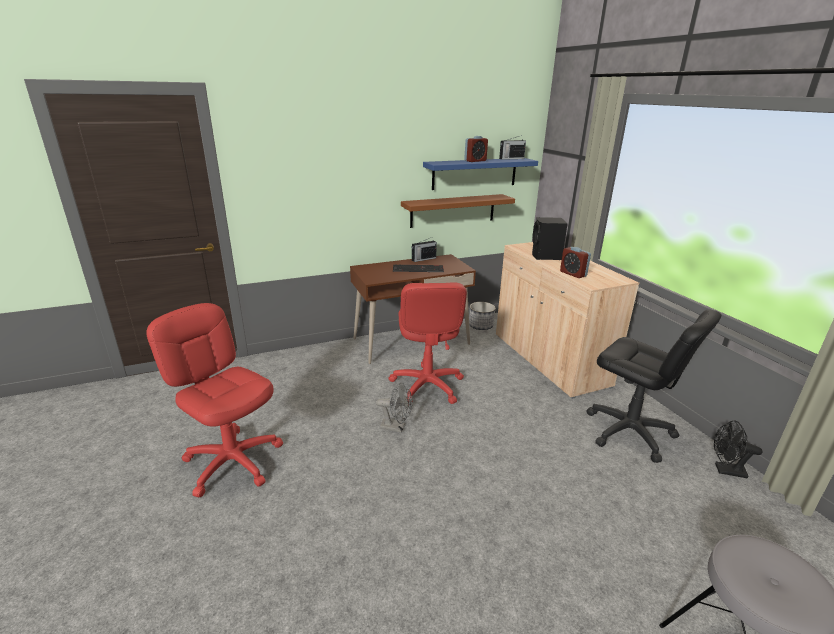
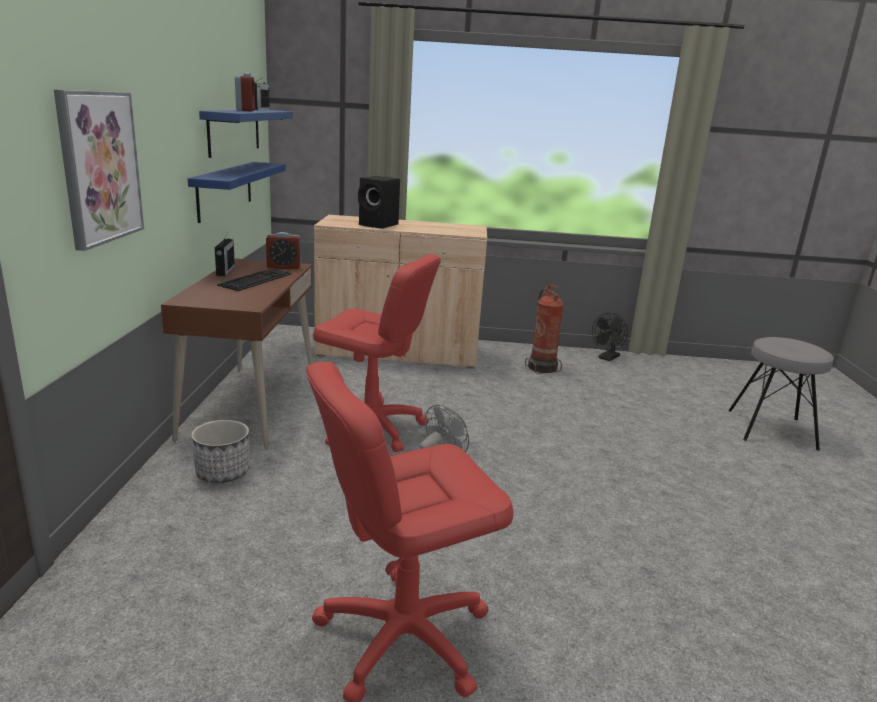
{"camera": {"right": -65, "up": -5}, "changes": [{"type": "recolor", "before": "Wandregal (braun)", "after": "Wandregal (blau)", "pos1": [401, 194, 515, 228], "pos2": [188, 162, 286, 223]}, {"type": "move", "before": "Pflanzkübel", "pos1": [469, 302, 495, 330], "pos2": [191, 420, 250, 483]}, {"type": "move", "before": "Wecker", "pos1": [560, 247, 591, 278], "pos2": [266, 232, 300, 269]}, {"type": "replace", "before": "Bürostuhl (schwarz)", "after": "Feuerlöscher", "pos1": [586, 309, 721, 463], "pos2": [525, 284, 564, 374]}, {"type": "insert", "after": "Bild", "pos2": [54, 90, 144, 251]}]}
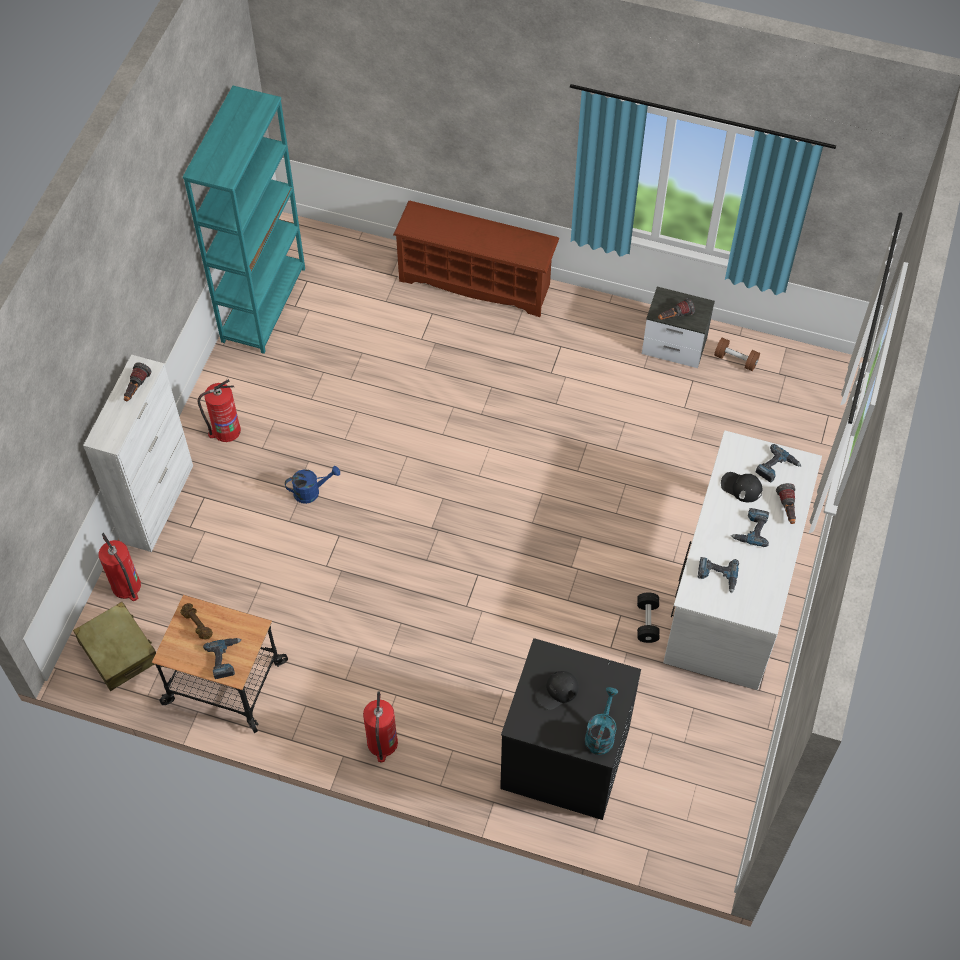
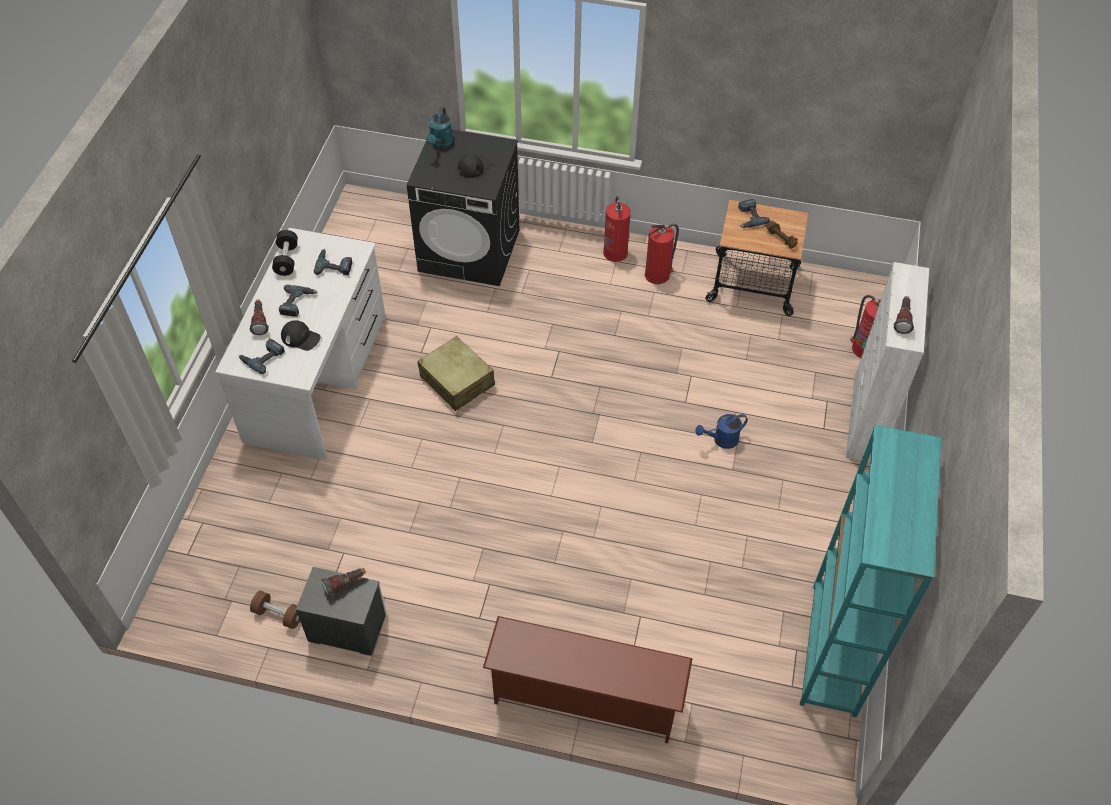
{"camera": {"right": 175, "up": -5}, "changes": [{"type": "move", "before": "Koffer (beige)", "pos1": [73, 602, 156, 691], "pos2": [417, 336, 495, 411]}, {"type": "move", "before": "Feuerlöscher", "pos1": [198, 379, 241, 442], "pos2": [645, 224, 679, 284]}, {"type": "move", "before": "Hantel (schwarz)", "pos1": [637, 593, 660, 643], "pos2": [272, 230, 298, 276]}]}
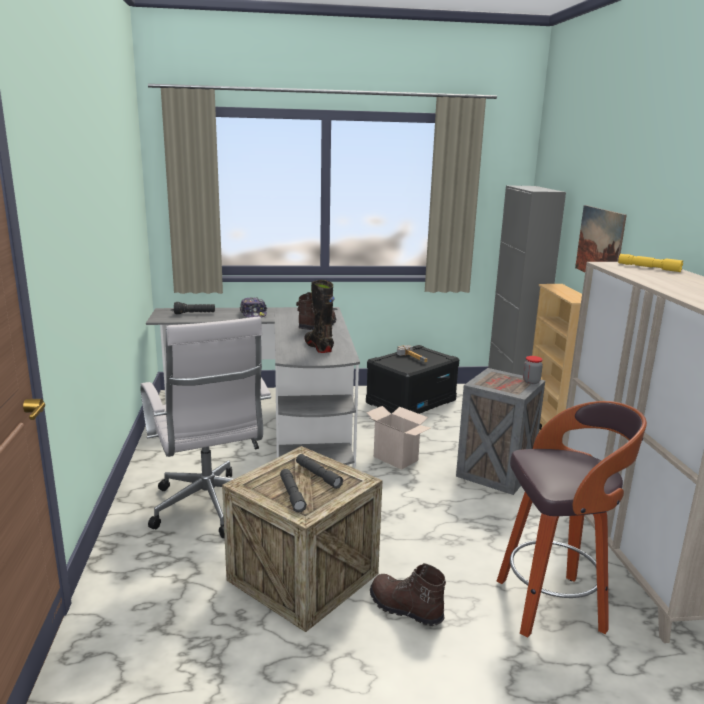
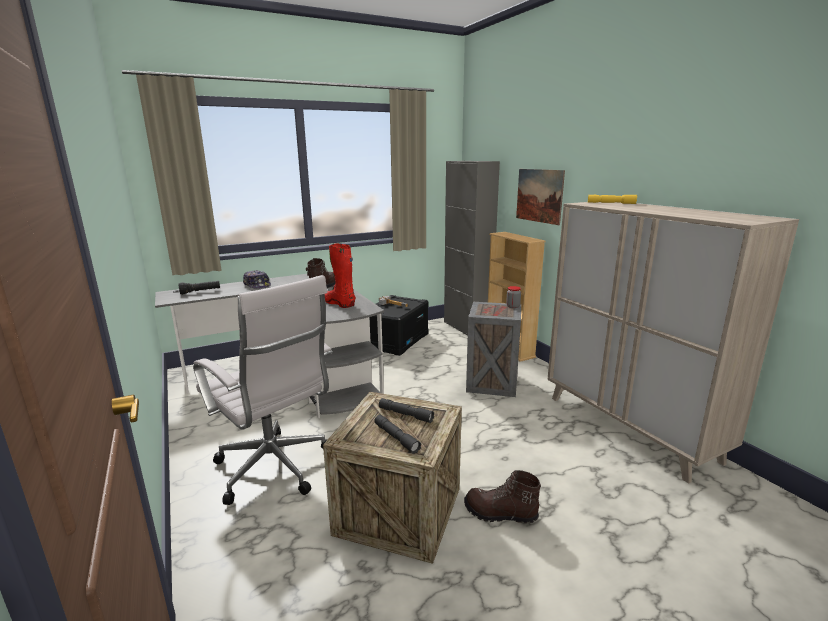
{"camera": {"right": -20, "up": 0}, "changes": [{"type": "recolor", "before": "Stiefel (schwarz)", "after": "Stiefel (rot)", "pos1": [304, 280, 335, 353], "pos2": [325, 243, 355, 308]}, {"type": "delete", "before": "Karton", "pos1": [366, 406, 431, 470]}, {"type": "delete", "before": "Hocker", "pos1": [497, 401, 647, 638]}]}
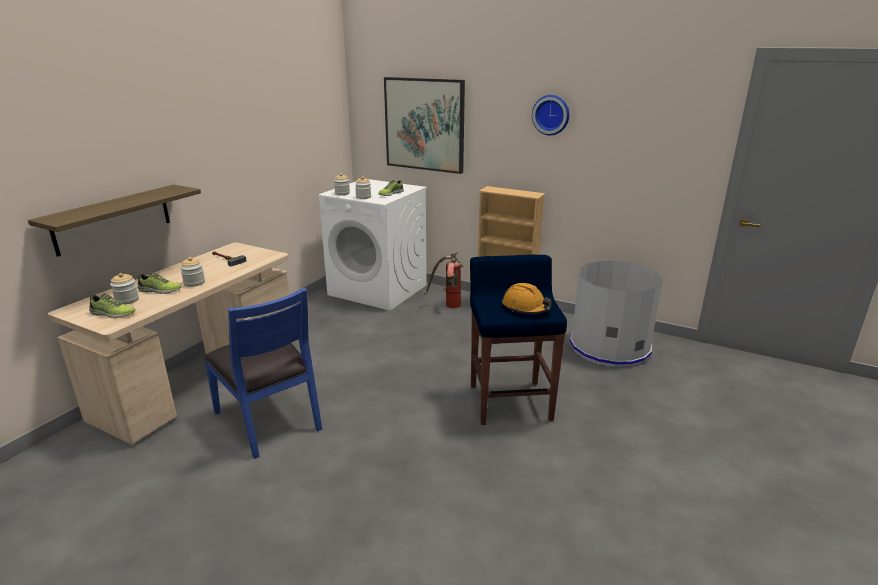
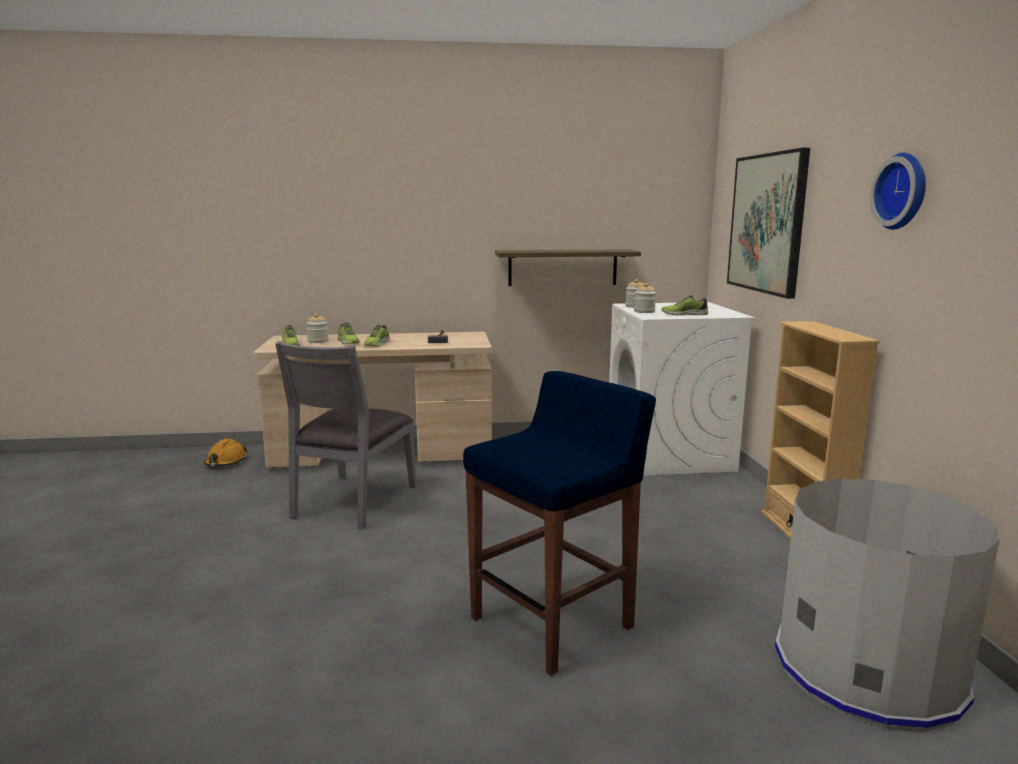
{"camera": {"right": 55, "up": -10}, "changes": [{"type": "move", "before": "Wandregal", "pos1": [28, 185, 201, 257], "pos2": [495, 249, 641, 286]}, {"type": "replace", "before": "Vorratsglas", "after": "Schuh", "pos1": [180, 257, 205, 287], "pos2": [364, 324, 390, 347]}, {"type": "recolor", "before": "Stuhl (blau)", "after": "Stuhl (grau)", "pos1": [203, 288, 322, 459], "pos2": [275, 341, 416, 529]}, {"type": "delete", "before": "Feuerlöscher", "pos1": [424, 252, 463, 308]}, {"type": "move", "before": "Schutzhelm (orange)", "pos1": [502, 283, 552, 314], "pos2": [204, 439, 248, 466]}]}
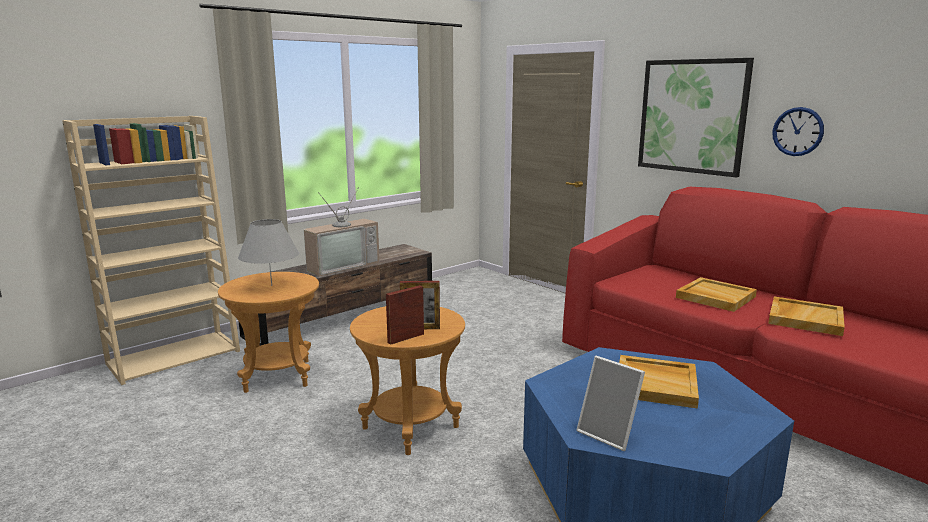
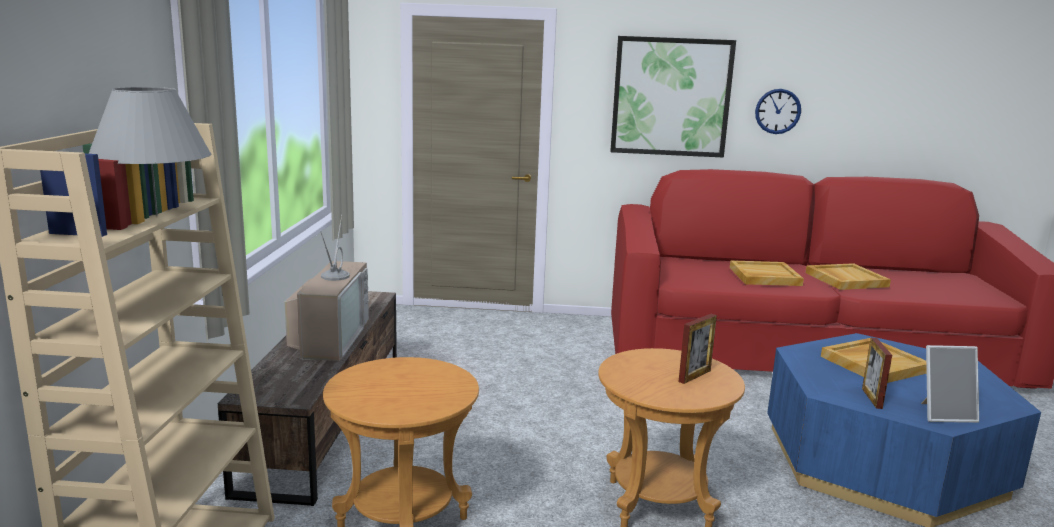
{"camera": {"right": -45, "up": 0}, "changes": [{"type": "move", "before": "Tischlampe (grau)", "pos1": [238, 219, 299, 286], "pos2": [88, 87, 211, 215]}, {"type": "move", "before": "Bilderrahmen", "pos1": [386, 285, 424, 345], "pos2": [862, 338, 892, 409]}]}
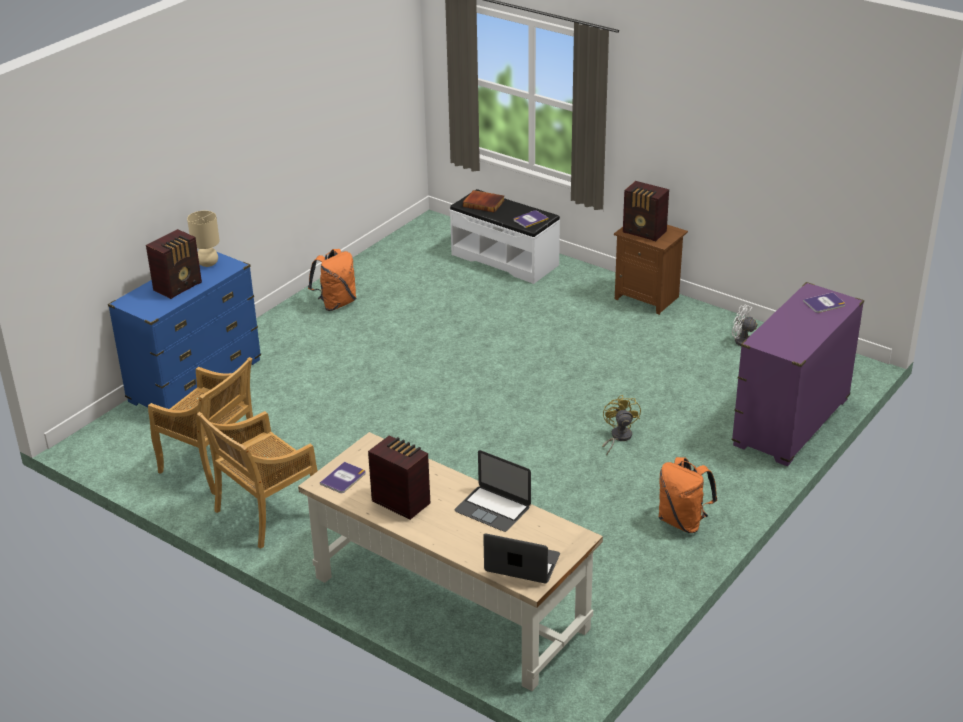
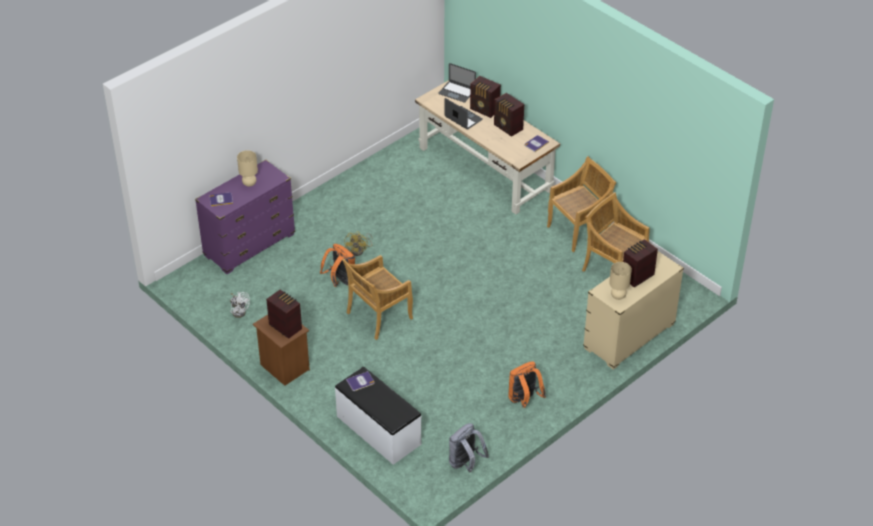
{"camera": {"right": -170, "up": 10}, "changes": [{"type": "recolor", "before": "Kommode (blau)", "after": "Kommode (beige)", "pos1": [108, 252, 261, 409], "pos2": [583, 251, 684, 370]}, {"type": "delete", "before": "Buch", "pos1": [463, 190, 505, 213]}, {"type": "move", "before": "Rucksack (orange)", "pos1": [659, 457, 717, 533], "pos2": [320, 244, 355, 287]}, {"type": "insert", "after": "Tischlampe (beige)", "pos2": [237, 150, 258, 186]}, {"type": "insert", "after": "Stuhl (beige)", "pos2": [342, 255, 413, 340]}, {"type": "insert", "after": "Rucksack (grau)", "pos2": [449, 423, 489, 472]}, {"type": "insert", "after": "Radio", "pos2": [470, 76, 501, 118]}]}
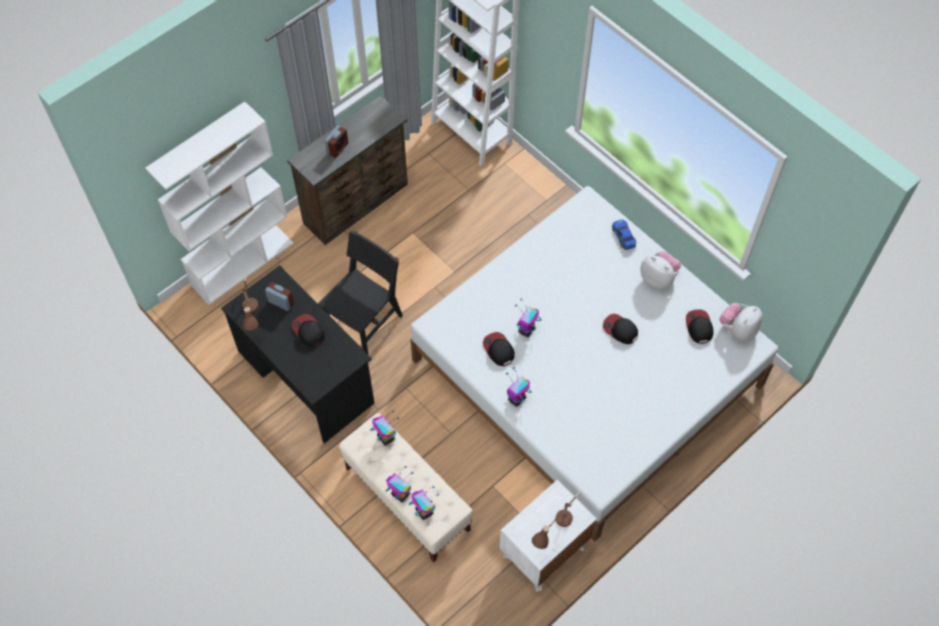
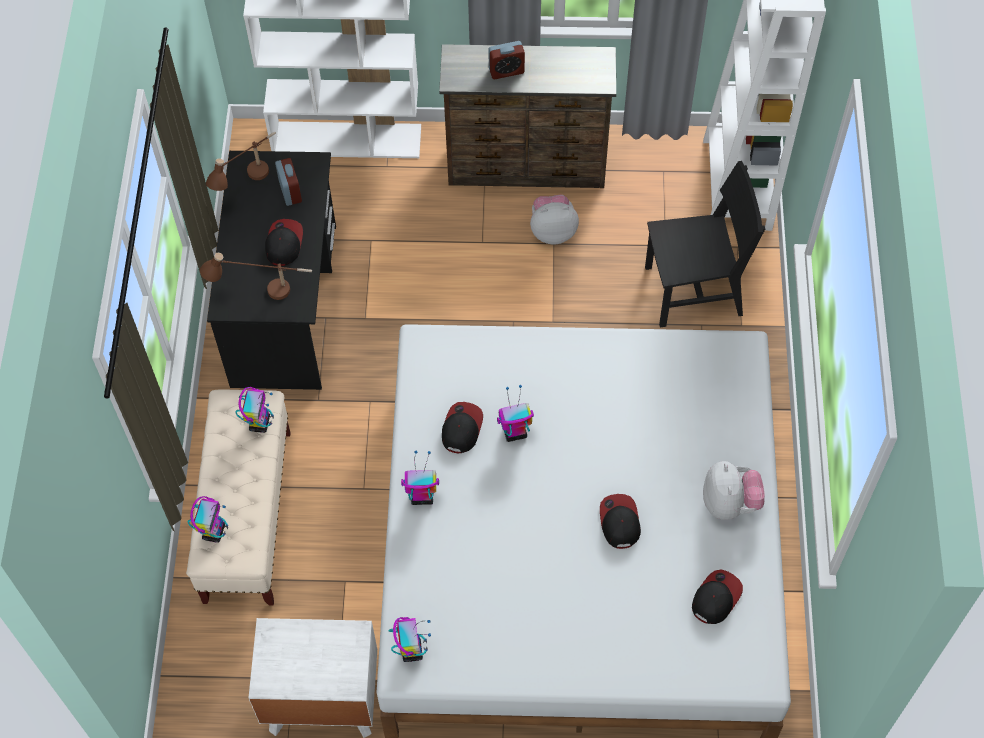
{"camera": {"right": 45, "up": 0}, "changes": [{"type": "move", "before": "Stuhl (schwarz)", "pos1": [318, 230, 403, 354], "pos2": [645, 161, 765, 328]}, {"type": "move", "before": "Spielzeugroboter", "pos1": [386, 466, 413, 503], "pos2": [389, 617, 431, 662]}, {"type": "move", "before": "Tischlampe (braun)", "pos1": [532, 491, 581, 549], "pos2": [200, 253, 312, 300]}, {"type": "delete", "before": "Spielzeugauto", "pos1": [612, 220, 636, 250]}, {"type": "move", "before": "Plüschtier", "pos1": [720, 303, 763, 342], "pos2": [530, 194, 579, 245]}]}
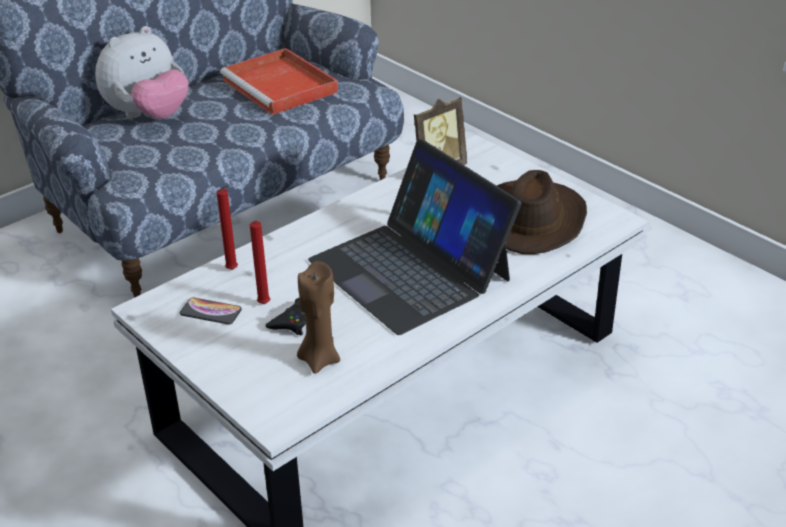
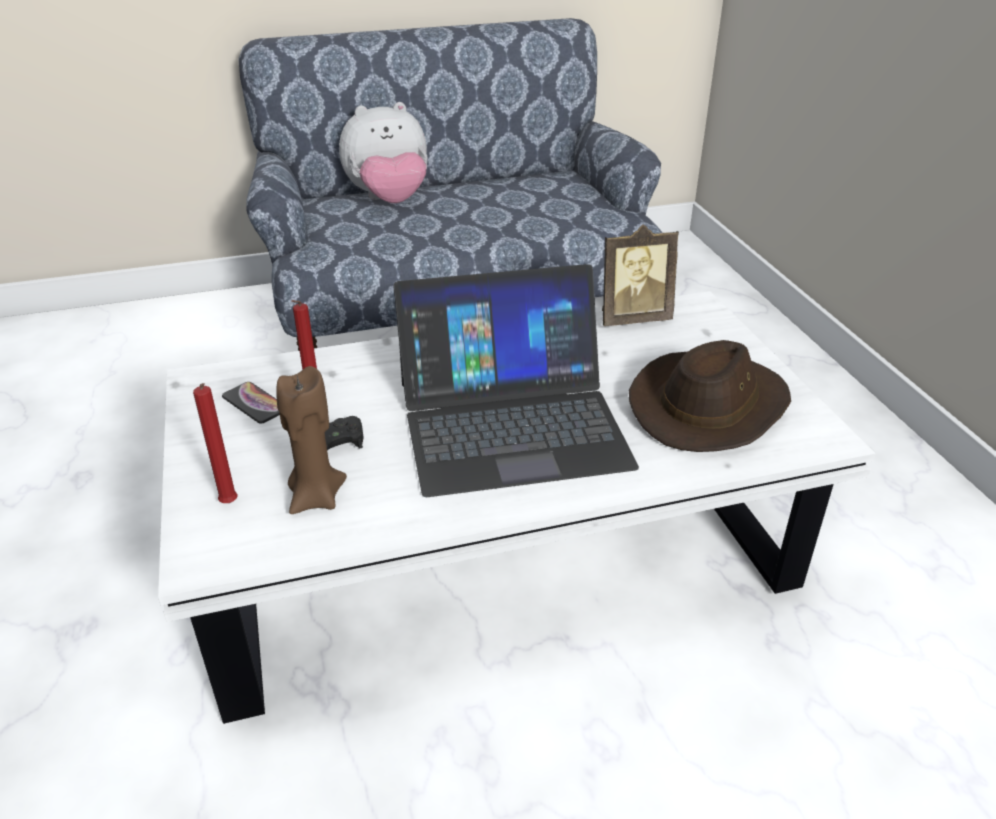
{"camera": {"right": 25, "up": 0}, "changes": [{"type": "move", "before": "Kerze (rot)", "pos1": [217, 186, 238, 270], "pos2": [193, 383, 238, 503]}, {"type": "delete", "before": "Tablett (rot)", "pos1": [220, 48, 338, 115]}, {"type": "rotate", "before": "Laptop", "pos1": [308, 139, 521, 335], "pos2": [393, 264, 639, 497], "turn": -90}]}
